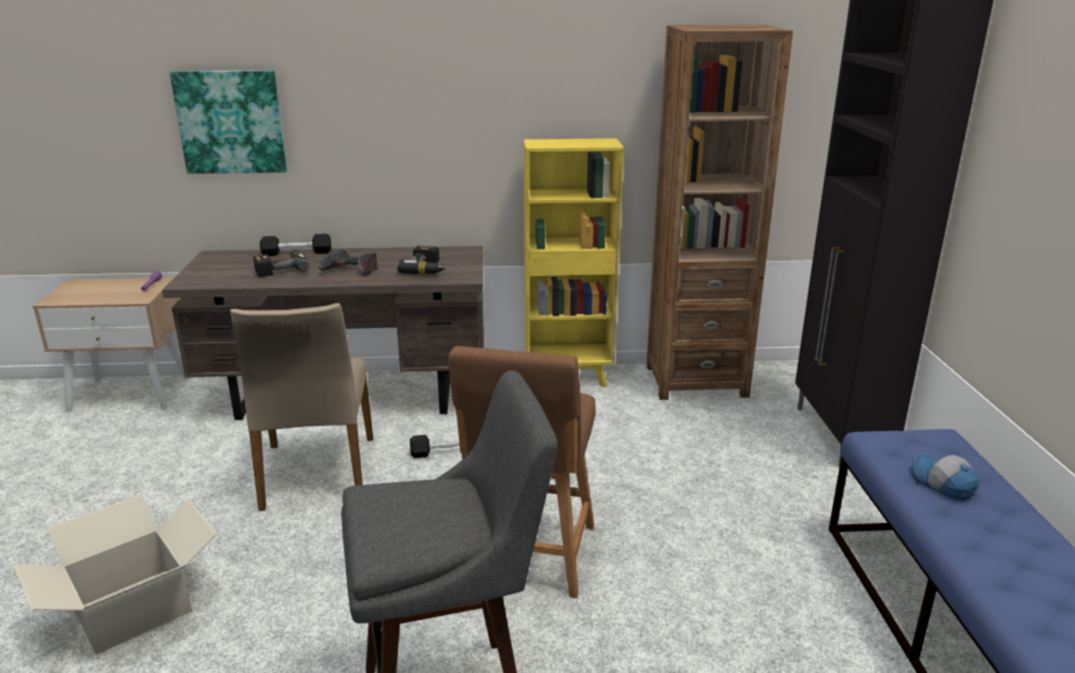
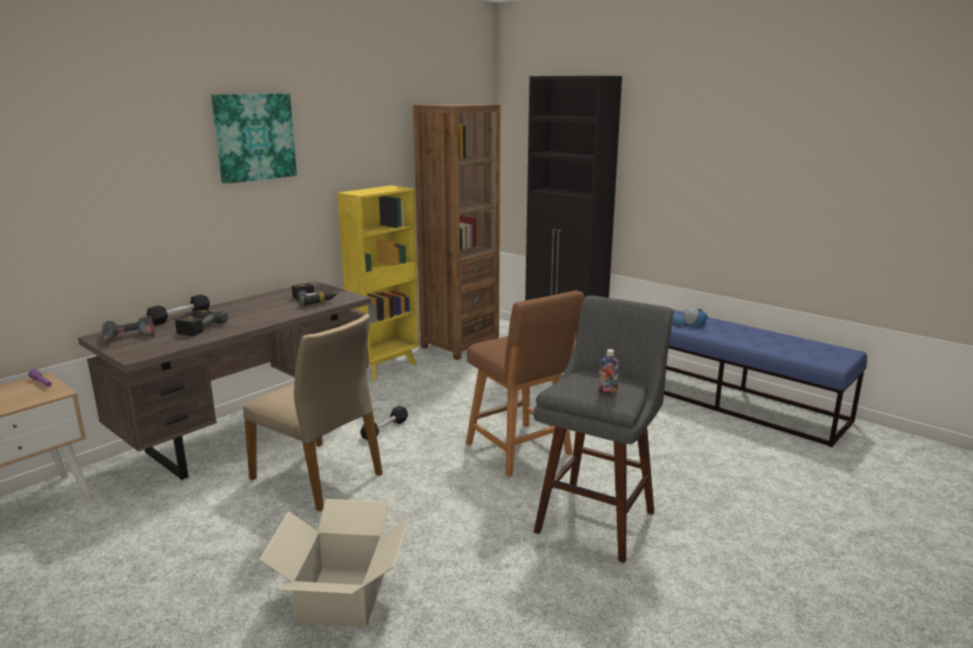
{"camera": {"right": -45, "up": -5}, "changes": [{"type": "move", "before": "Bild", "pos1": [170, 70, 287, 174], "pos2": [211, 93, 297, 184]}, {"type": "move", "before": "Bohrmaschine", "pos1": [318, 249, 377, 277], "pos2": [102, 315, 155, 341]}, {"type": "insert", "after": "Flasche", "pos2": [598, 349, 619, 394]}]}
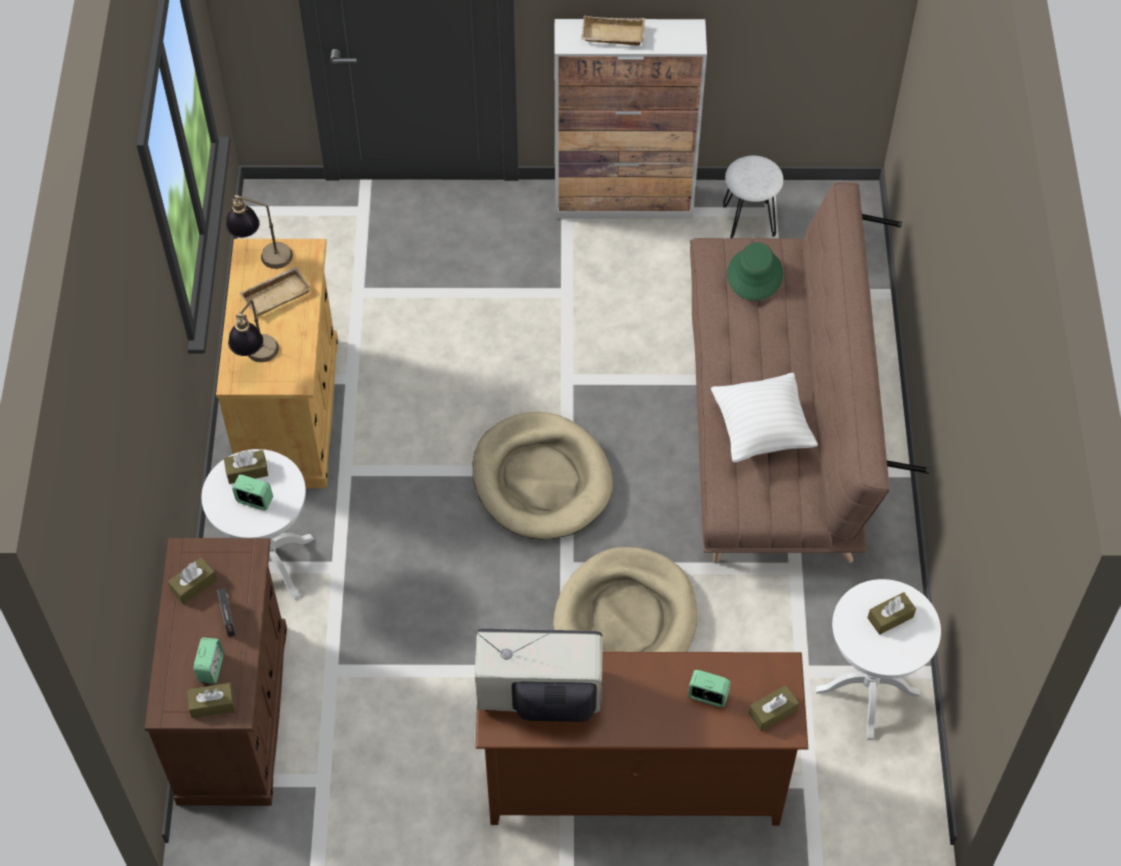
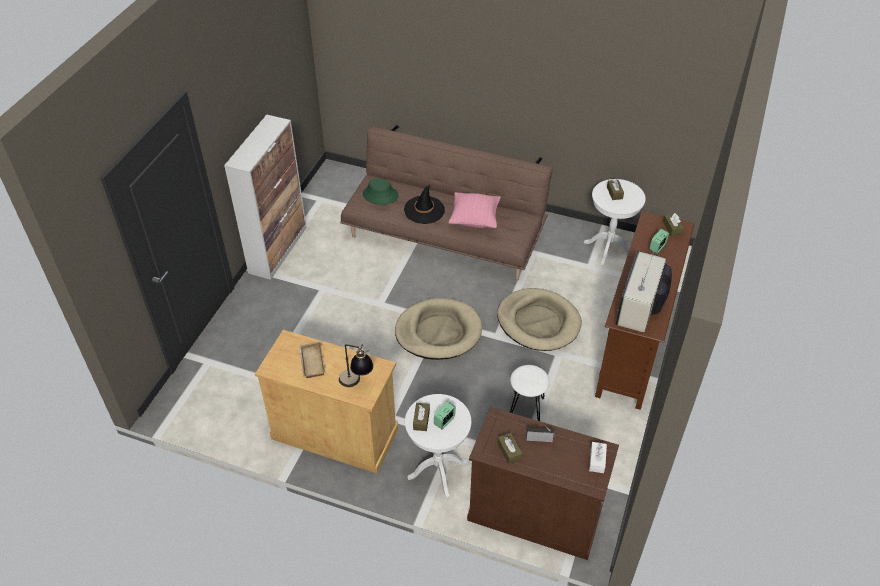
{"camera": {"right": -70, "up": -10}, "changes": [{"type": "recolor", "before": "Taschentuchbox (braun)", "after": "Taschentuchbox (weiß)", "pos1": [187, 683, 235, 718], "pos2": [589, 442, 607, 473]}, {"type": "delete", "before": "Wecker", "pos1": [194, 637, 224, 684]}, {"type": "delete", "before": "Tischlampe", "pos1": [226, 194, 293, 269]}, {"type": "delete", "before": "Tablett (beige)", "pos1": [581, 16, 645, 45]}, {"type": "recolor", "before": "Kissen (weiß)", "after": "Kissen (rosa)", "pos1": [711, 373, 818, 463], "pos2": [448, 192, 501, 228]}, {"type": "move", "before": "Hocker (weiß)", "pos1": [723, 156, 784, 238], "pos2": [510, 365, 550, 421]}, {"type": "insert", "after": "Hut (schwarz)", "pos2": [404, 184, 445, 224]}]}
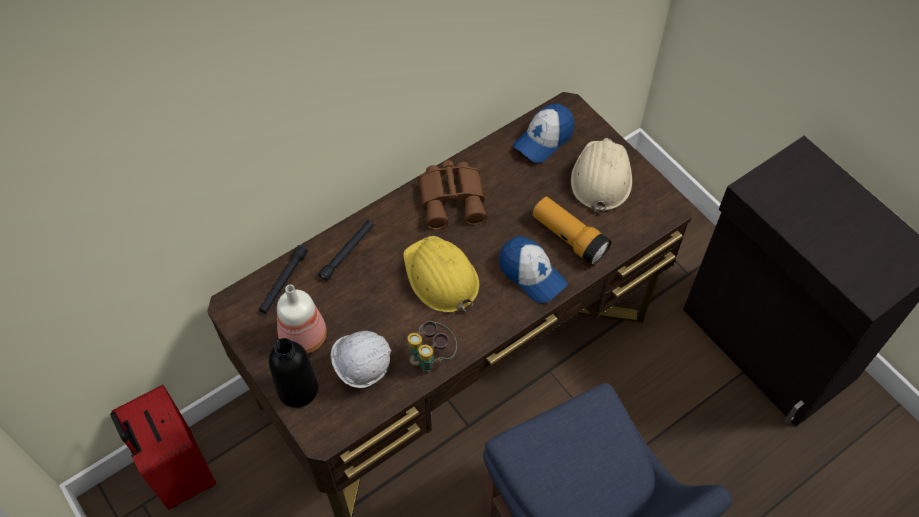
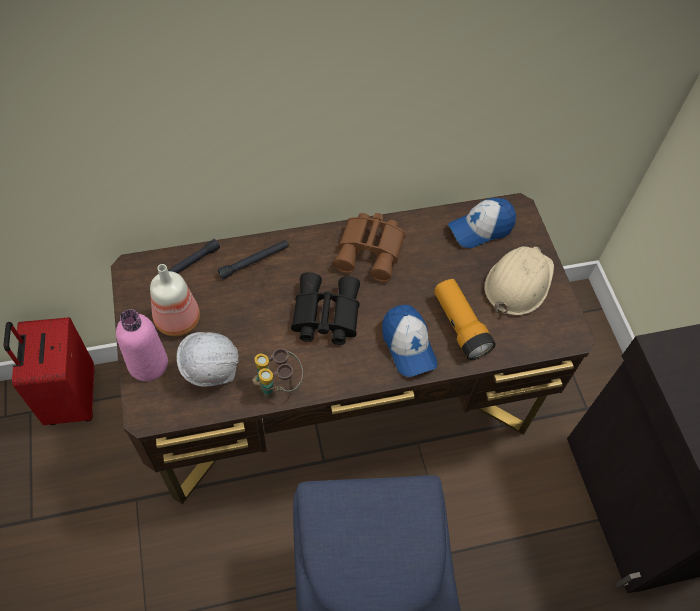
{"camera": {"right": 20, "up": 0}, "changes": [{"type": "recolor", "before": "Flasche (schwarz)", "after": "Flasche (rosa)", "pos1": [269, 338, 318, 408], "pos2": [116, 309, 168, 381]}, {"type": "replace", "before": "Schutzhelm (gelb)", "after": "Fernglas (schwarz)", "pos1": [403, 236, 479, 313], "pos2": [291, 272, 360, 345]}]}
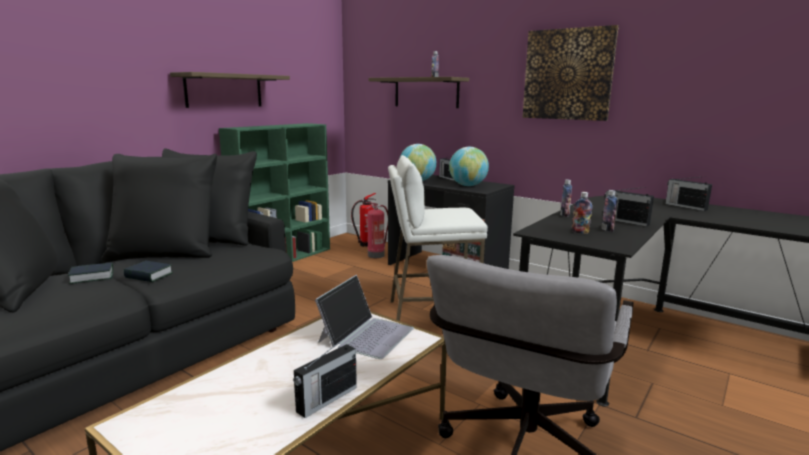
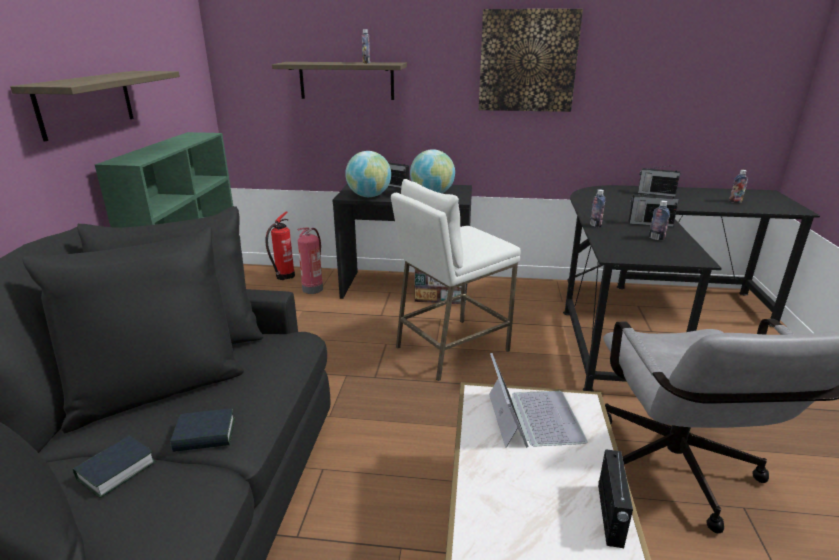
{"camera": {"right": -30, "up": 10}, "changes": [{"type": "move", "before": "Flasche", "pos1": [572, 192, 593, 234], "pos2": [729, 170, 748, 203]}]}
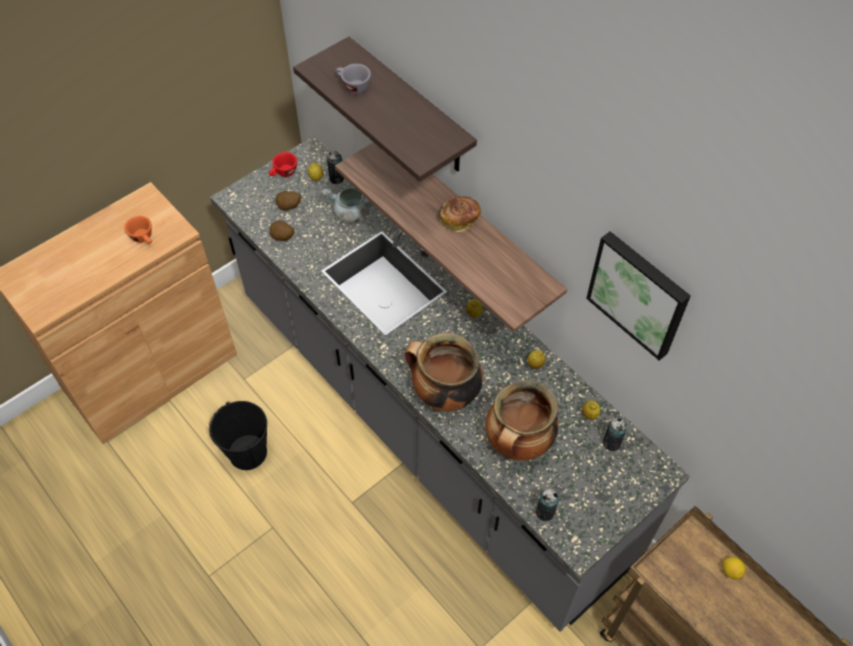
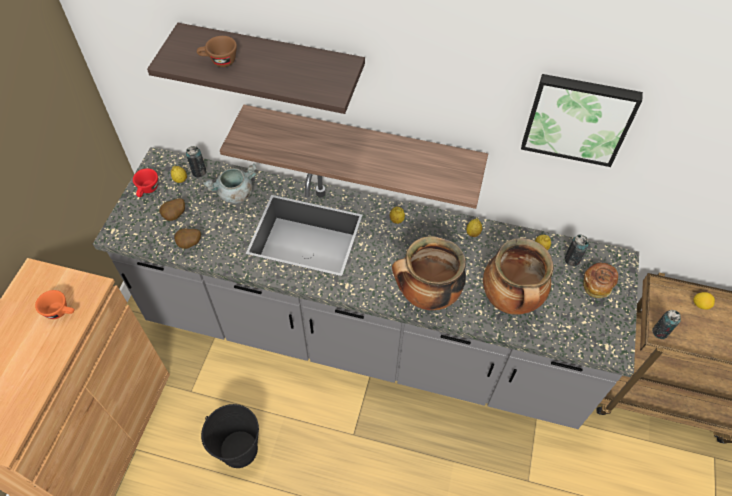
{"camera": {"right": -35, "up": 0}, "changes": [{"type": "recolor", "before": "Tasse (grau)", "after": "Tasse (braun)", "pos1": [336, 64, 371, 94], "pos2": [197, 36, 237, 67]}, {"type": "move", "before": "Brot", "pos1": [440, 196, 481, 232], "pos2": [583, 263, 618, 298]}, {"type": "move", "before": "Dose", "pos1": [536, 489, 559, 521], "pos2": [652, 310, 681, 339]}]}
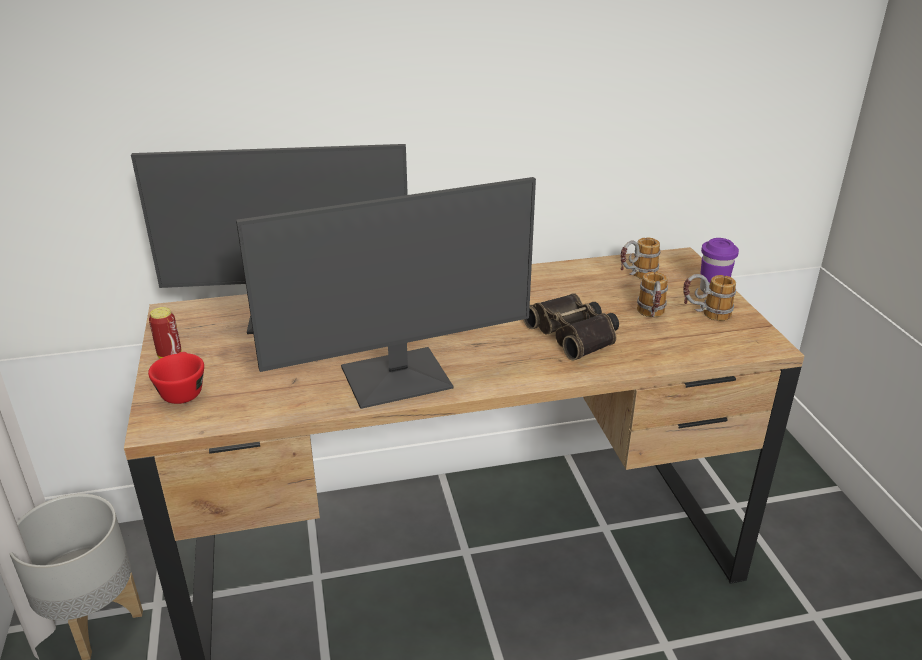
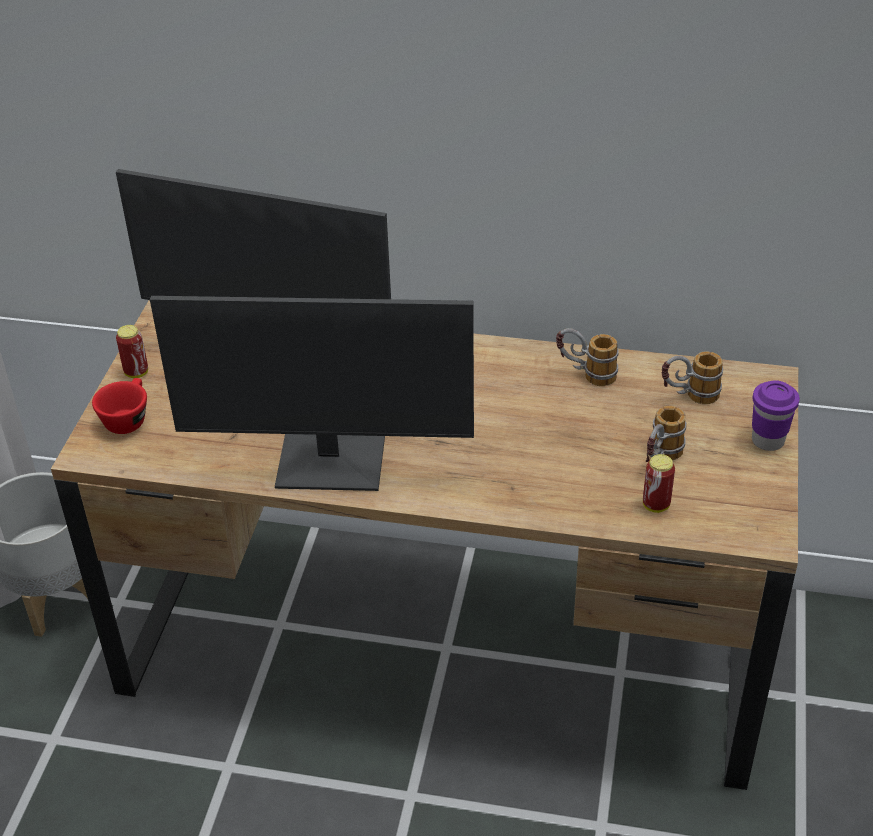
{"camera": {"right": 25, "up": 10}, "changes": [{"type": "delete", "before": "Fernglas", "pos1": [523, 293, 619, 361]}, {"type": "move", "before": "Henkelbecher", "pos1": [683, 274, 736, 321], "pos2": [556, 328, 619, 386]}, {"type": "insert", "after": "Dose", "pos2": [643, 454, 675, 513]}]}
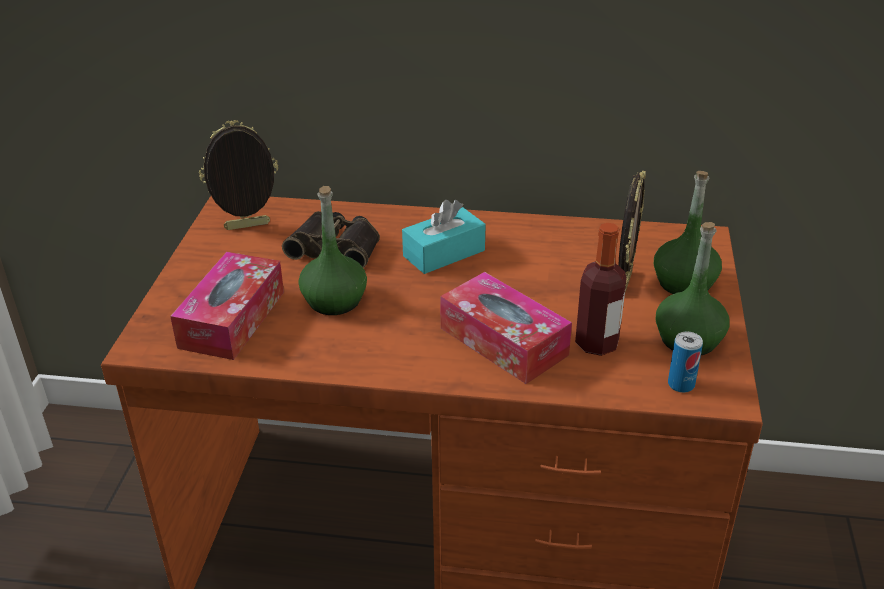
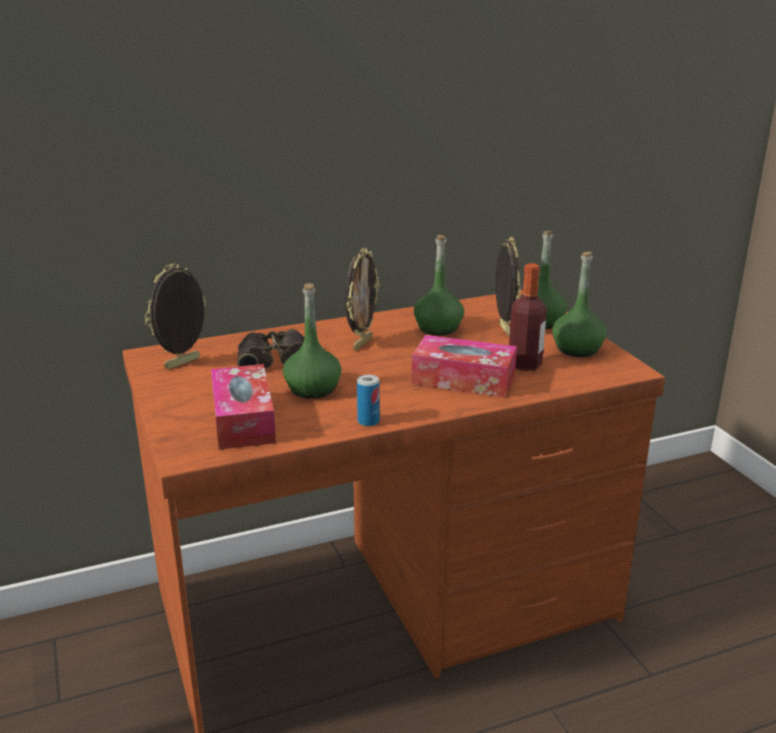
{"camera": {"right": -30, "up": -10}, "changes": [{"type": "replace", "before": "Taschentuchbox (türkis)", "after": "Bilderrahmen", "pos1": [402, 200, 485, 274], "pos2": [345, 248, 380, 351]}, {"type": "move", "before": "Dose", "pos1": [668, 331, 703, 393], "pos2": [357, 374, 380, 426]}, {"type": "insert", "after": "Flasche (grün)", "pos2": [414, 235, 464, 335]}]}
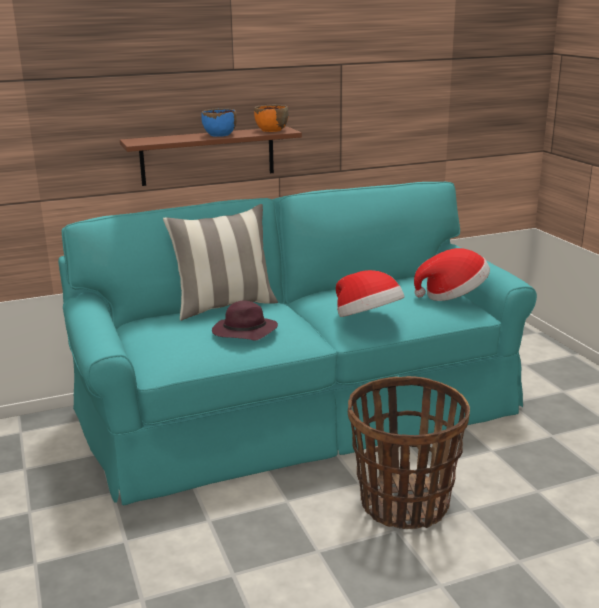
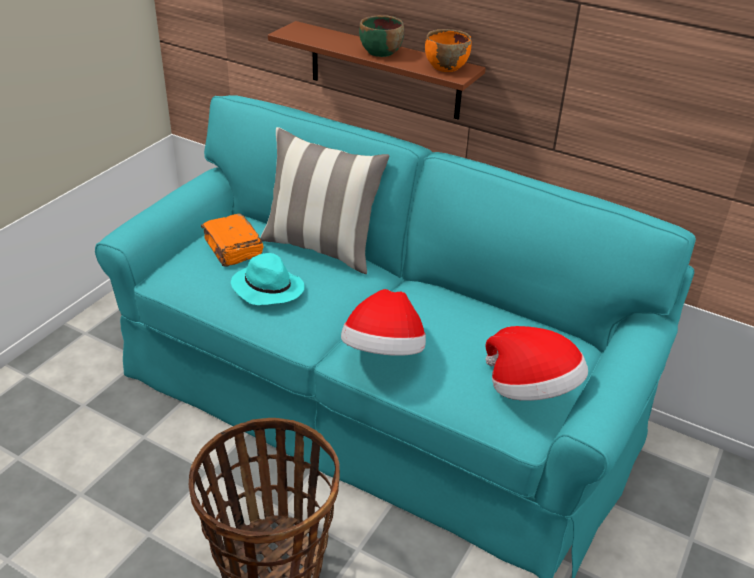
{"camera": {"right": 50, "up": 15}, "changes": [{"type": "recolor", "before": "Schüssel (blau)", "after": "Schüssel (grün)", "pos1": [201, 108, 237, 137], "pos2": [359, 15, 404, 57]}, {"type": "recolor", "before": "Hut (lila)", "after": "Hut (türkis)", "pos1": [212, 300, 278, 341], "pos2": [231, 253, 305, 305]}, {"type": "insert", "after": "Buch (orange)", "pos2": [201, 214, 264, 266]}]}
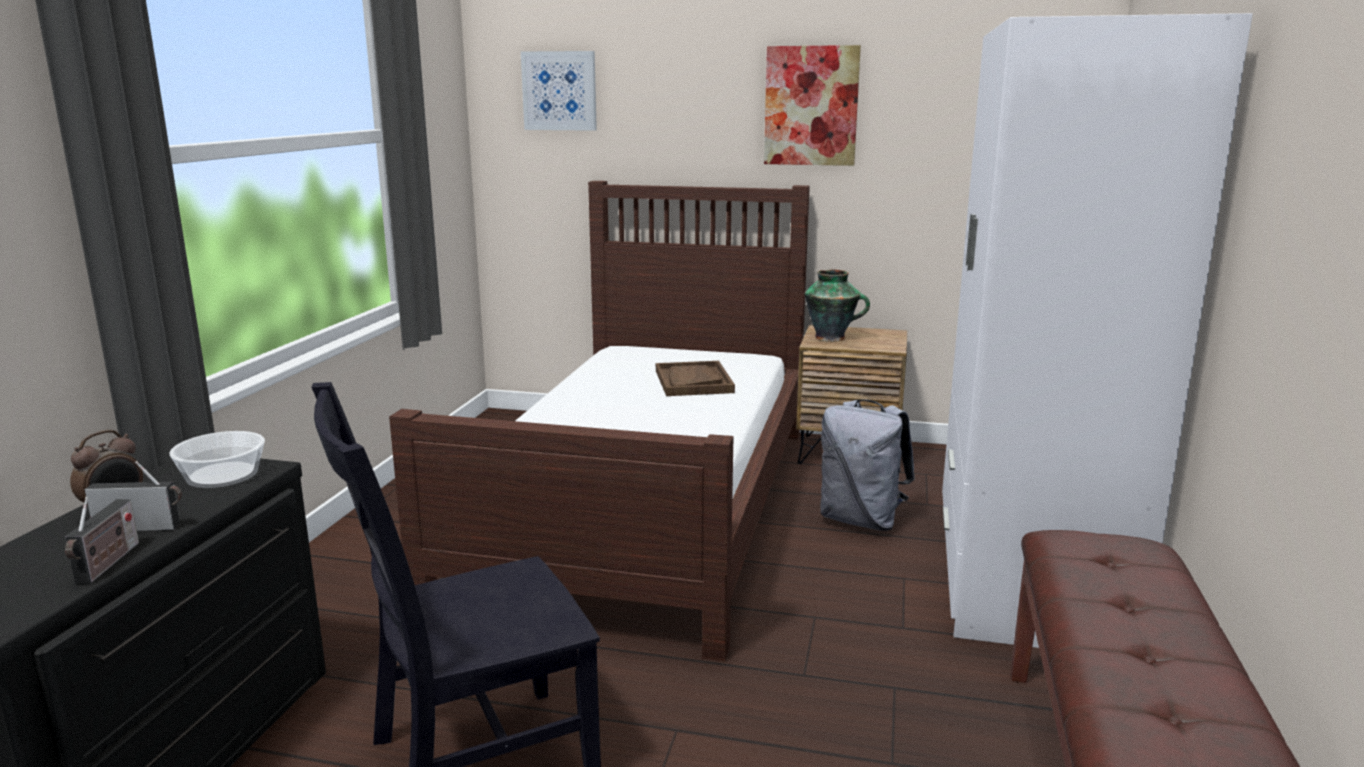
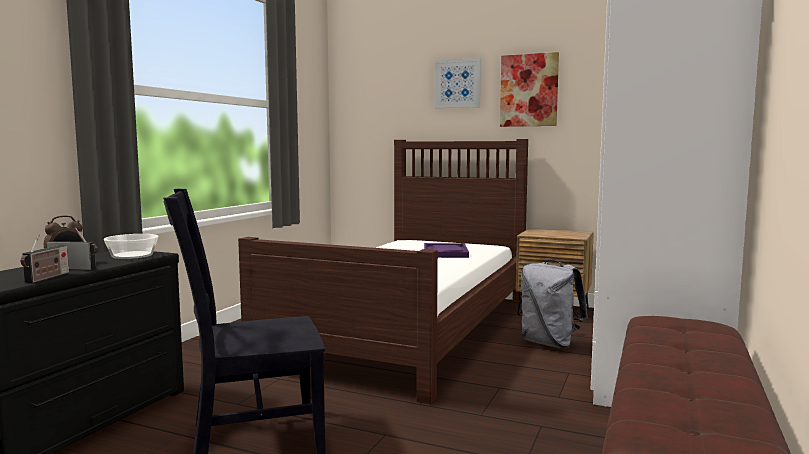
{"camera": {"right": 10, "up": -10}, "changes": [{"type": "move", "before": "Bild", "pos1": [521, 51, 597, 131], "pos2": [434, 58, 481, 108]}, {"type": "recolor", "before": "Tablett (braun)", "after": "Tablett (lila)", "pos1": [656, 361, 735, 396], "pos2": [424, 243, 469, 258]}, {"type": "delete", "before": "Vase", "pos1": [805, 269, 870, 342]}]}
